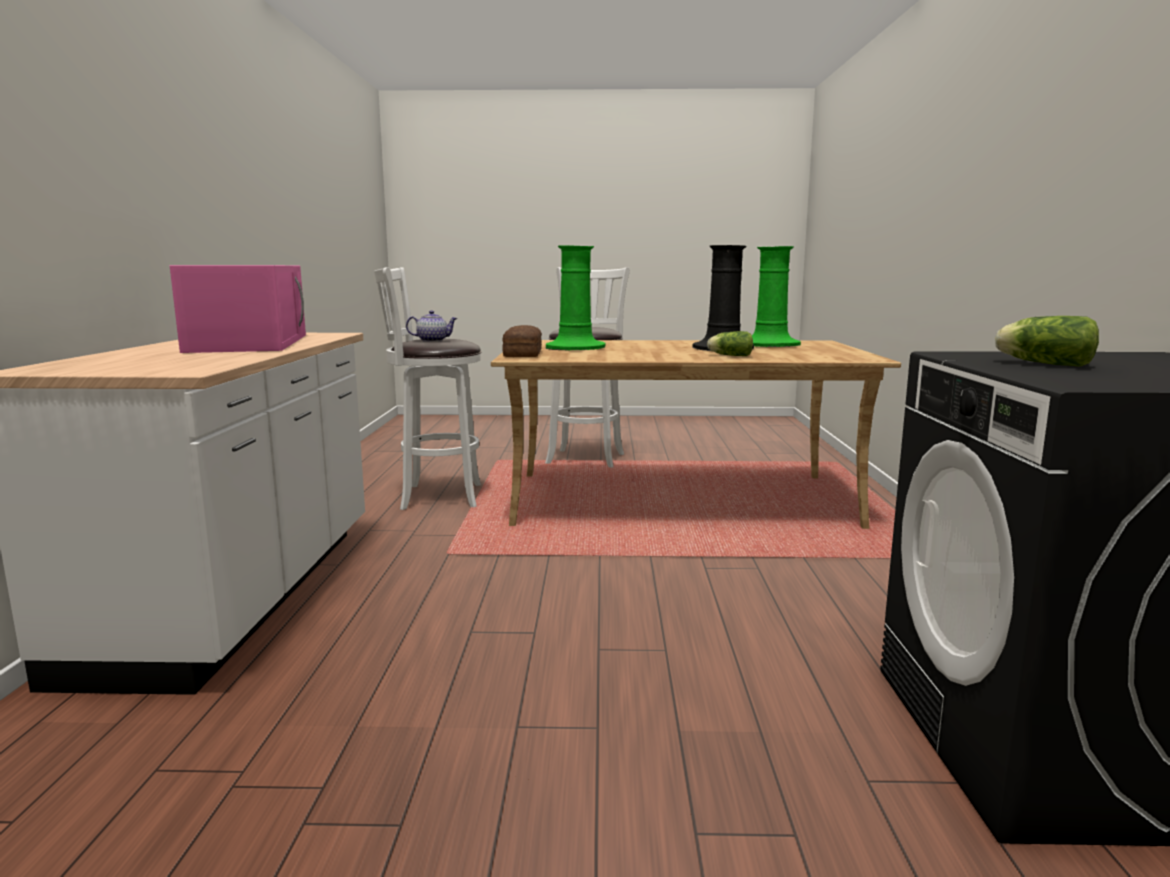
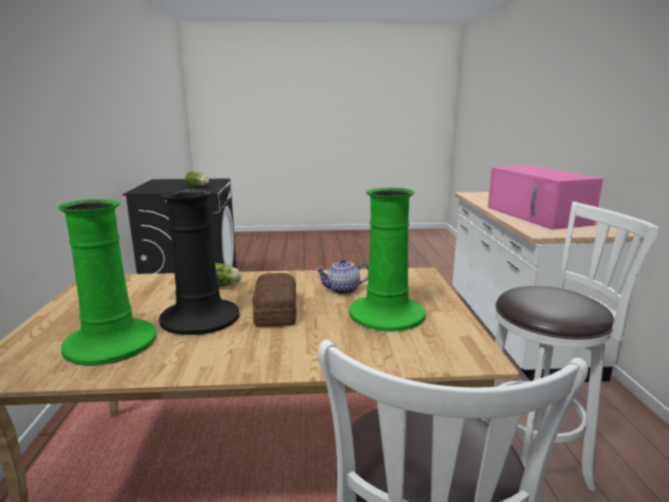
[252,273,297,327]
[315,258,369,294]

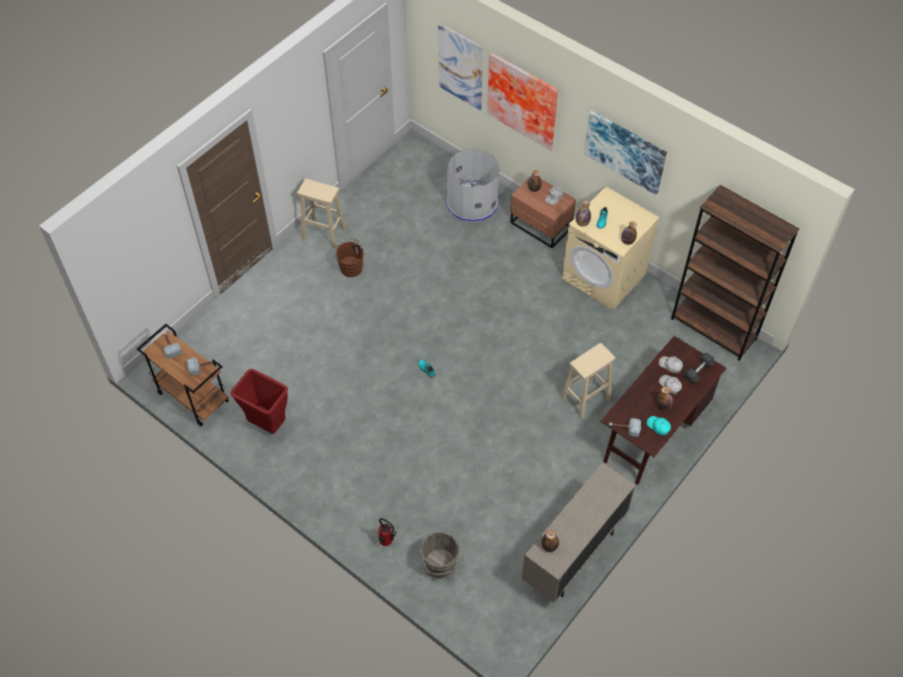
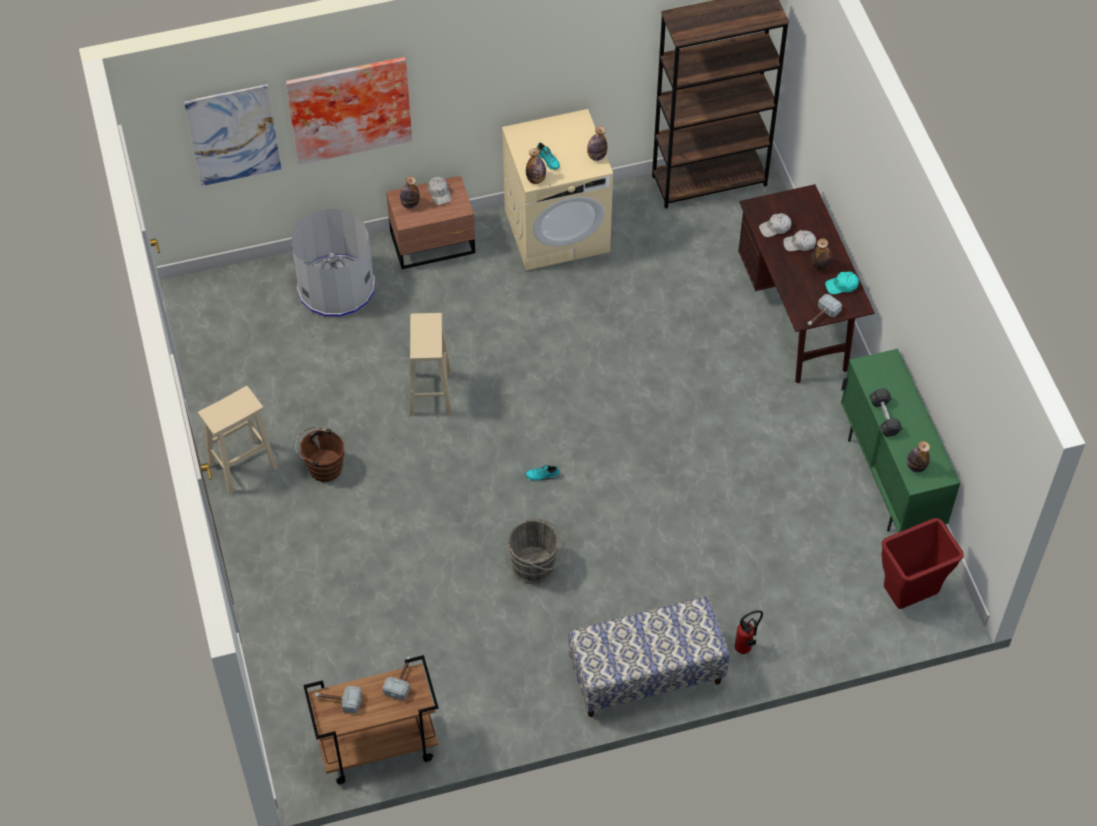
[409,313,452,416]
[507,518,564,583]
[568,597,730,717]
[841,349,960,533]
[869,388,903,437]
[882,518,964,609]
[584,110,667,195] (first image)

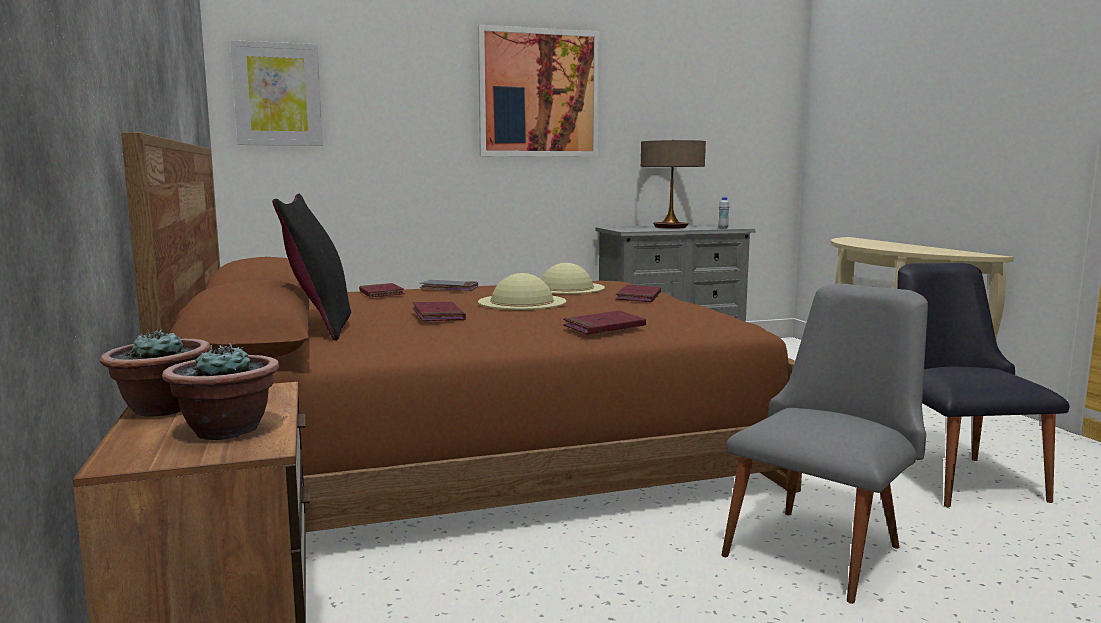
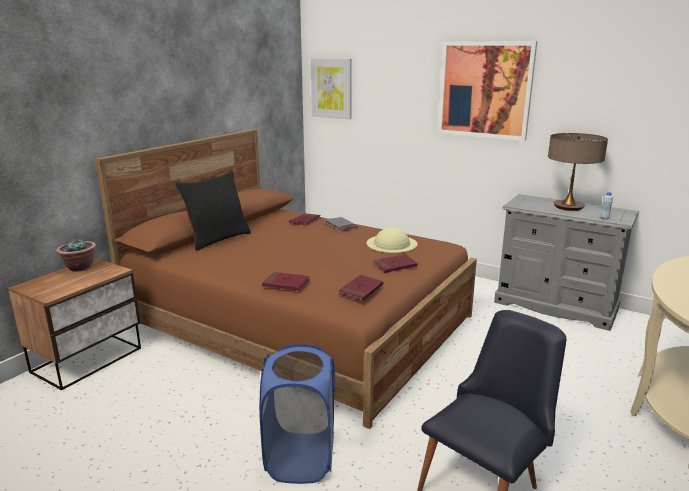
[259,344,335,484]
[339,275,383,301]
[162,343,279,440] (first image)
[478,273,566,310] (first image)

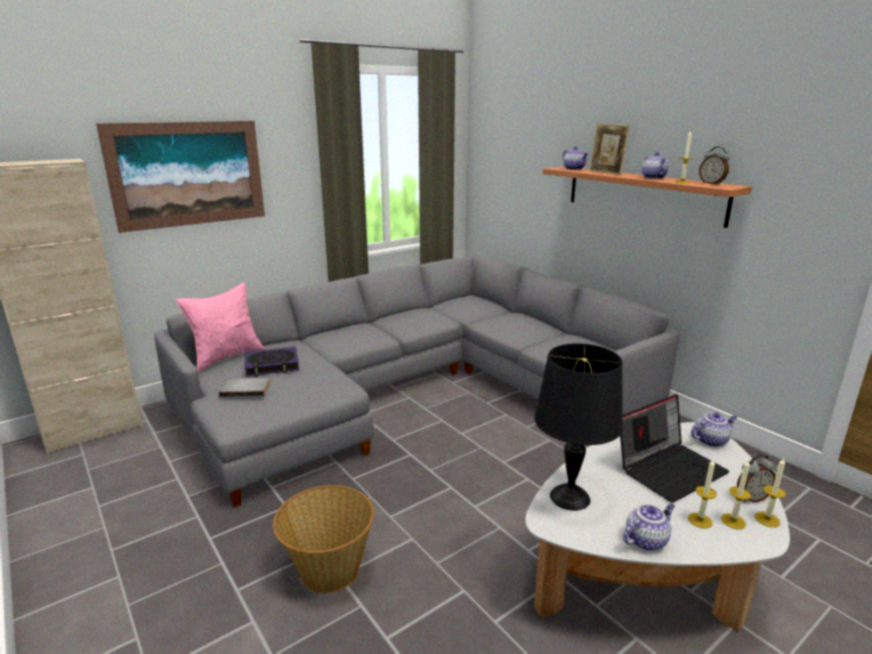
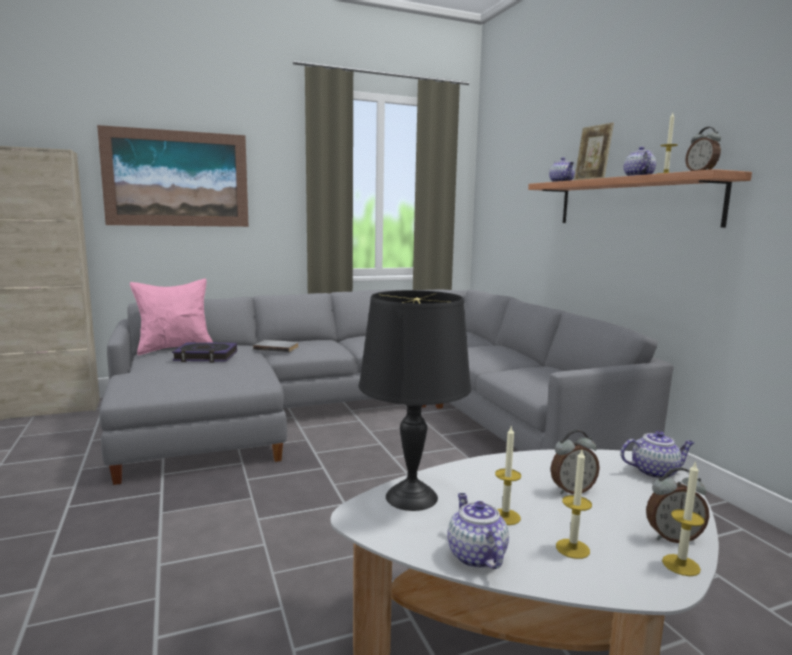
[253,340,299,352]
[447,493,509,569]
[495,425,521,525]
[551,430,600,494]
[273,485,374,593] (first image)

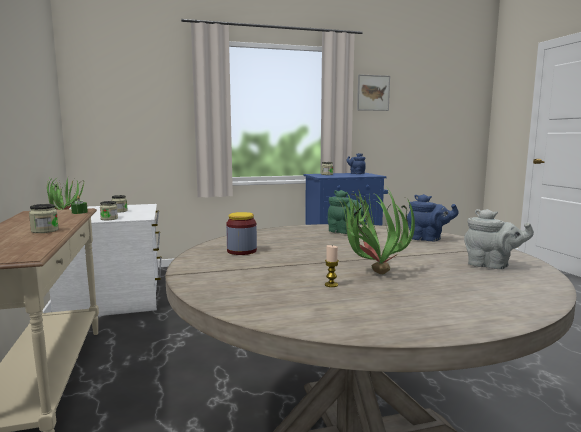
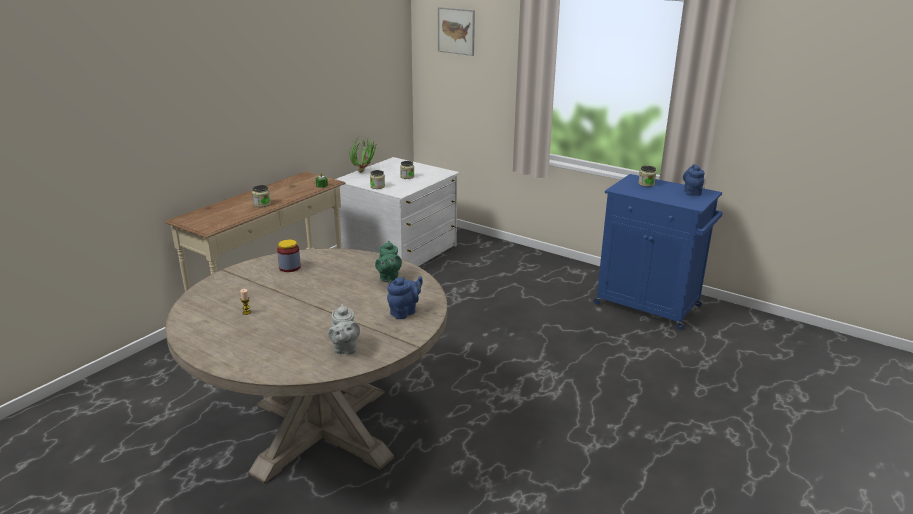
[387,276,422,319]
[438,7,475,56]
[338,187,415,274] (first image)

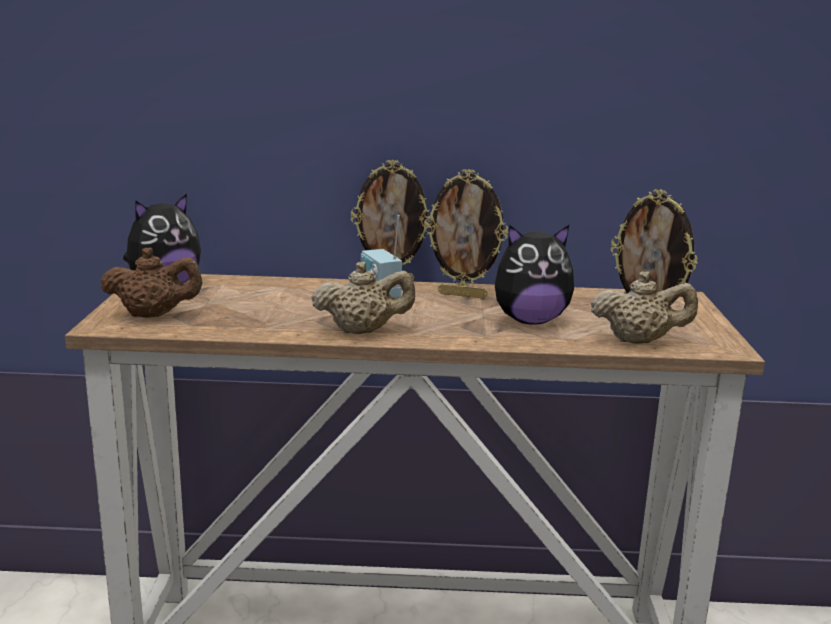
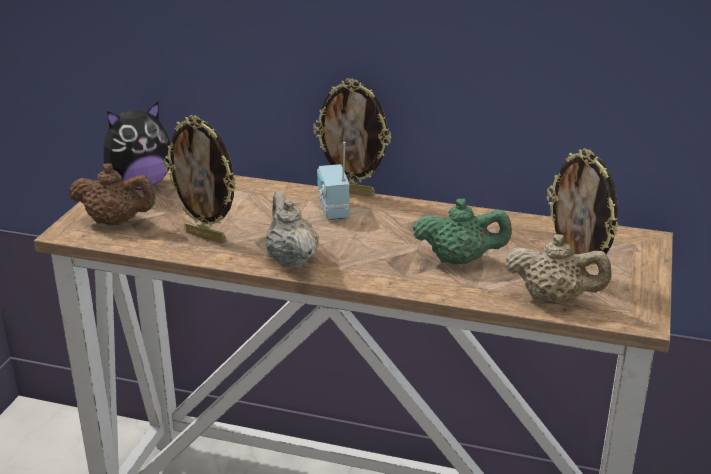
[163,115,237,243]
[265,191,319,268]
[413,199,512,264]

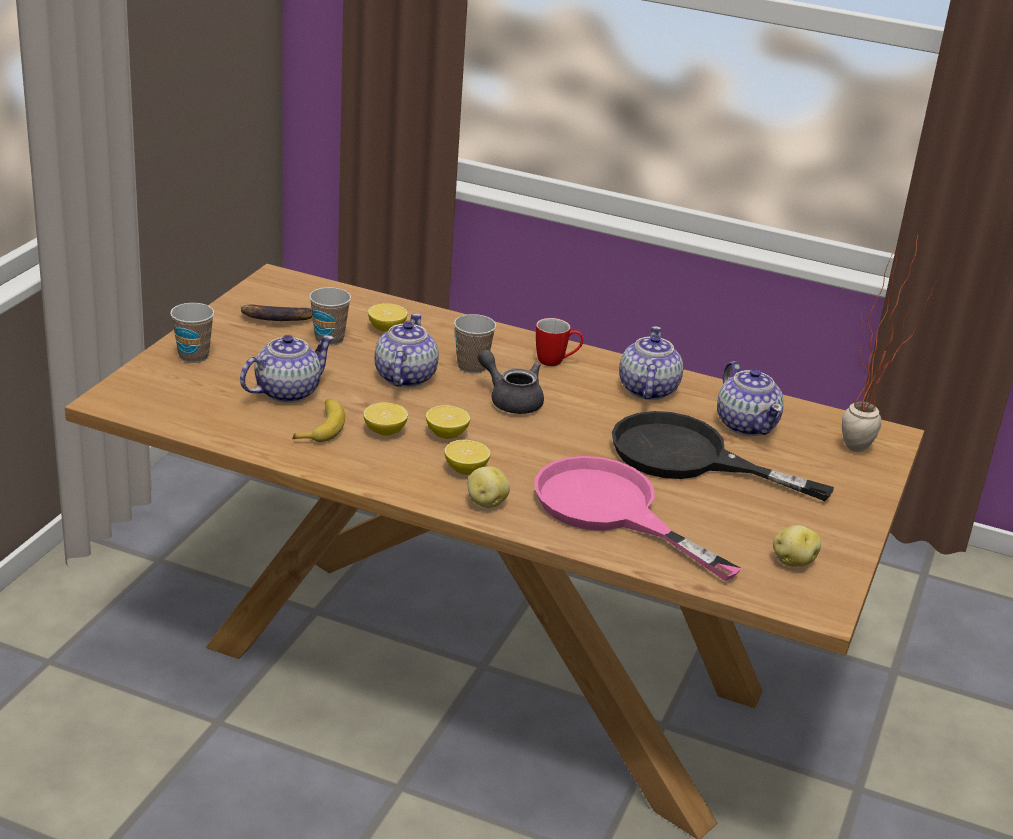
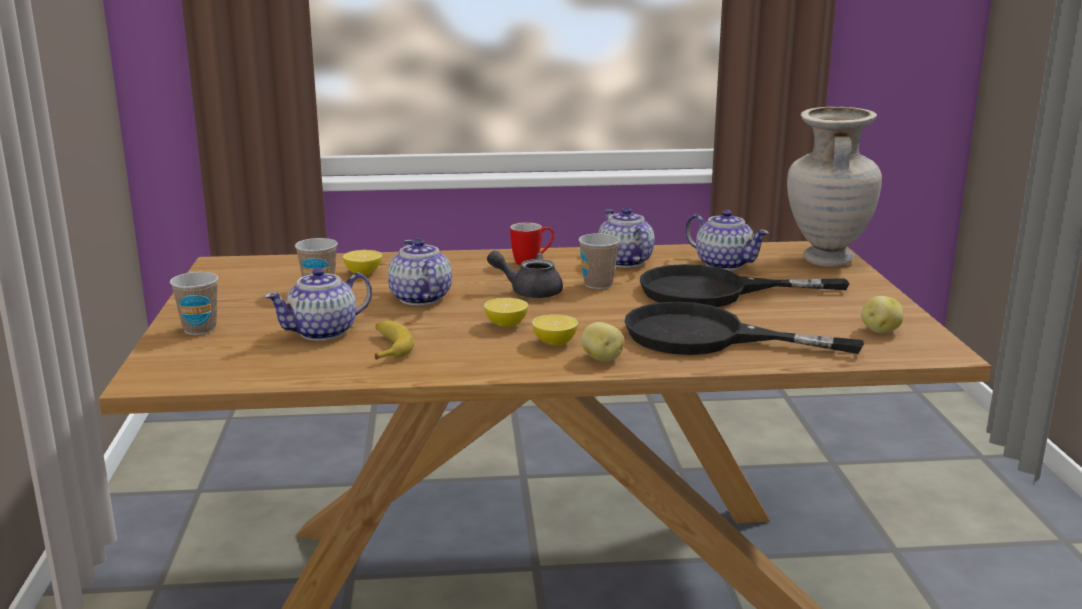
[264,268,372,341]
[579,233,620,289]
[625,302,864,355]
[787,107,882,267]
[241,305,312,321] (first image)
[363,402,408,436] (first image)

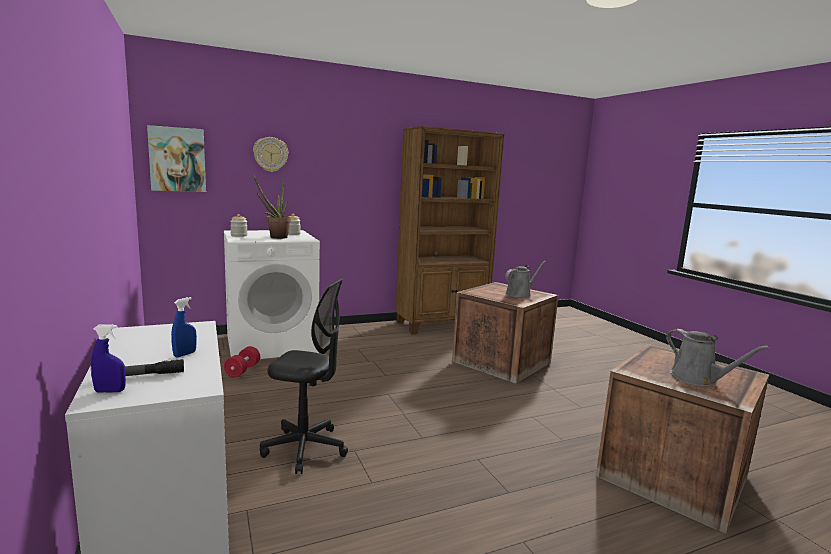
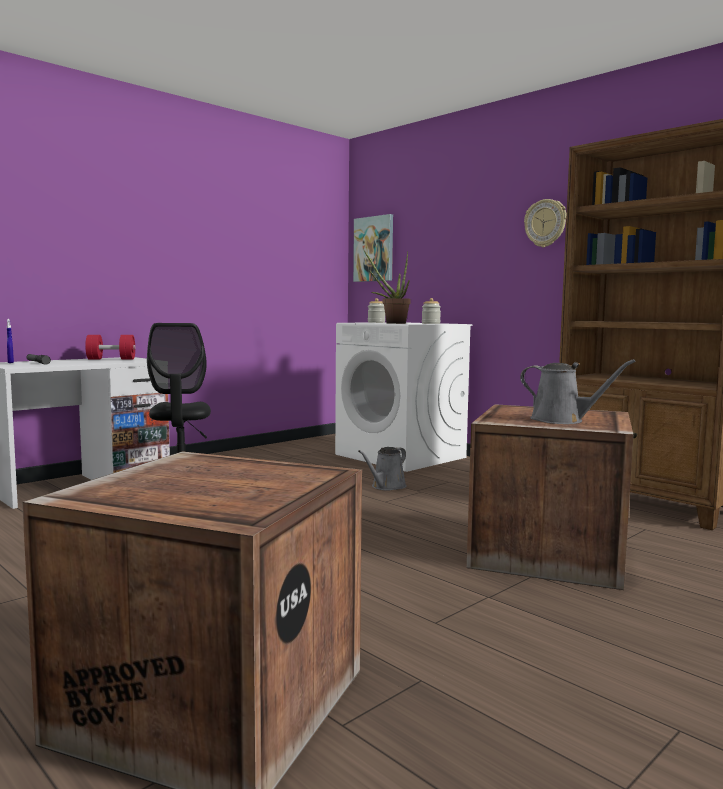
[85,335,136,360]
[358,447,407,490]
[524,199,566,247]
[171,297,197,357] (first image)

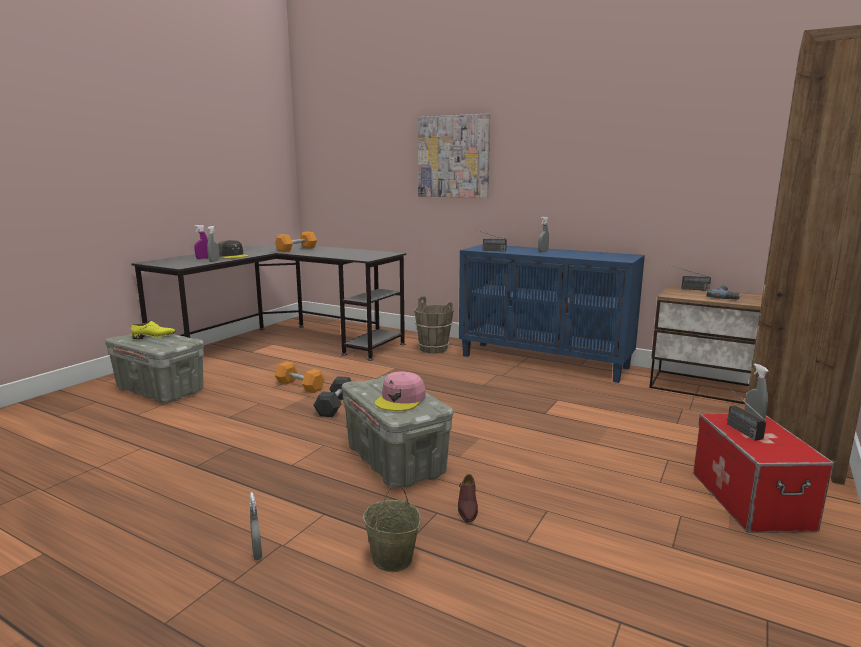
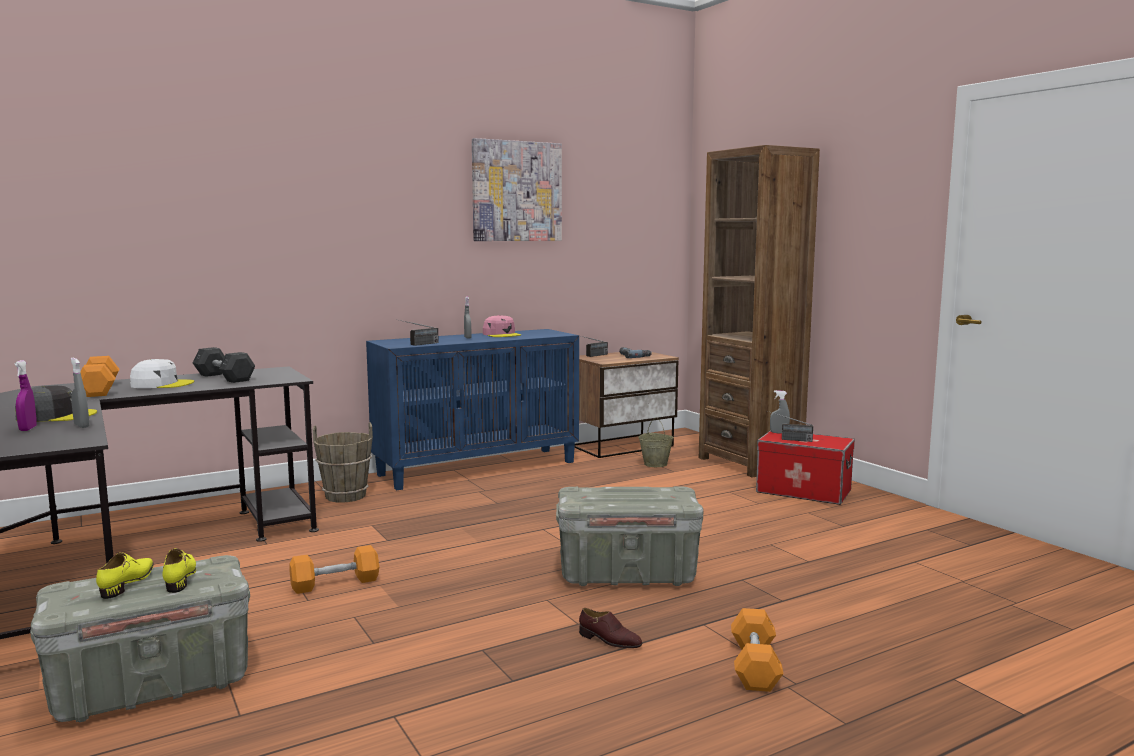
[130,359,194,388]
[163,548,196,593]
[193,347,255,383]
[472,138,562,241]
[483,315,521,337]
[579,608,642,648]
[638,417,674,467]
[731,608,784,692]

